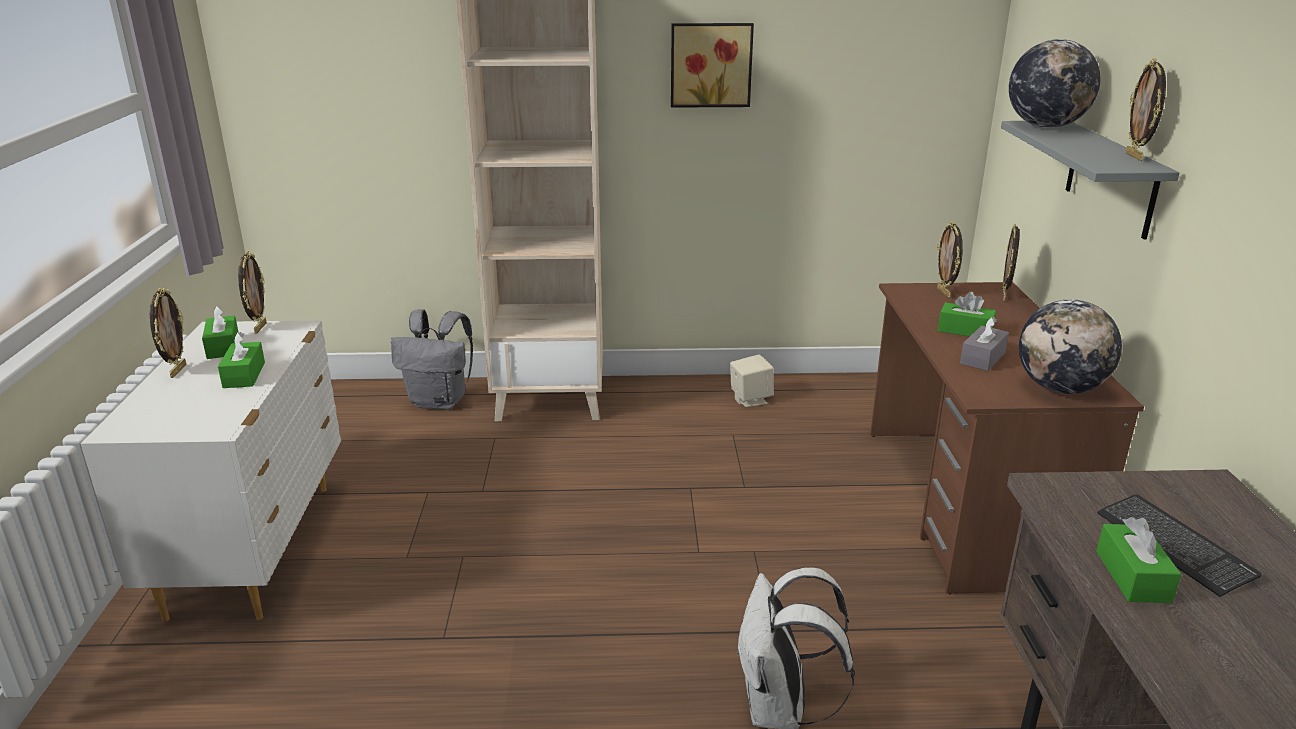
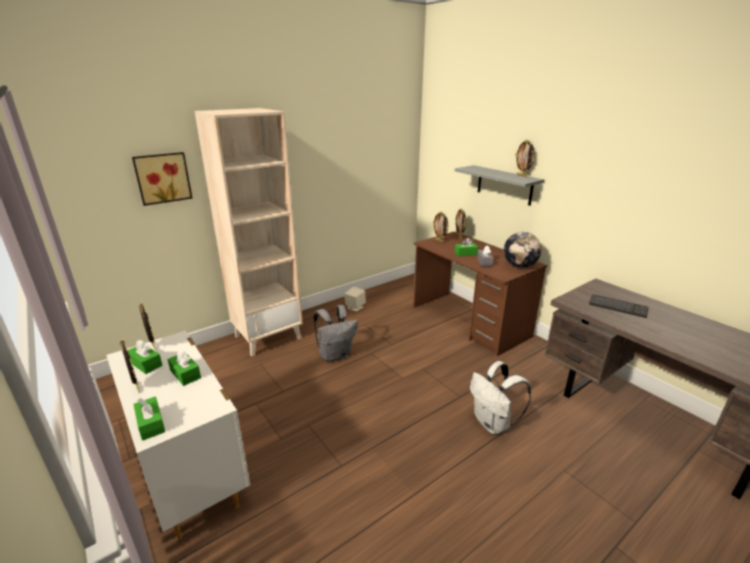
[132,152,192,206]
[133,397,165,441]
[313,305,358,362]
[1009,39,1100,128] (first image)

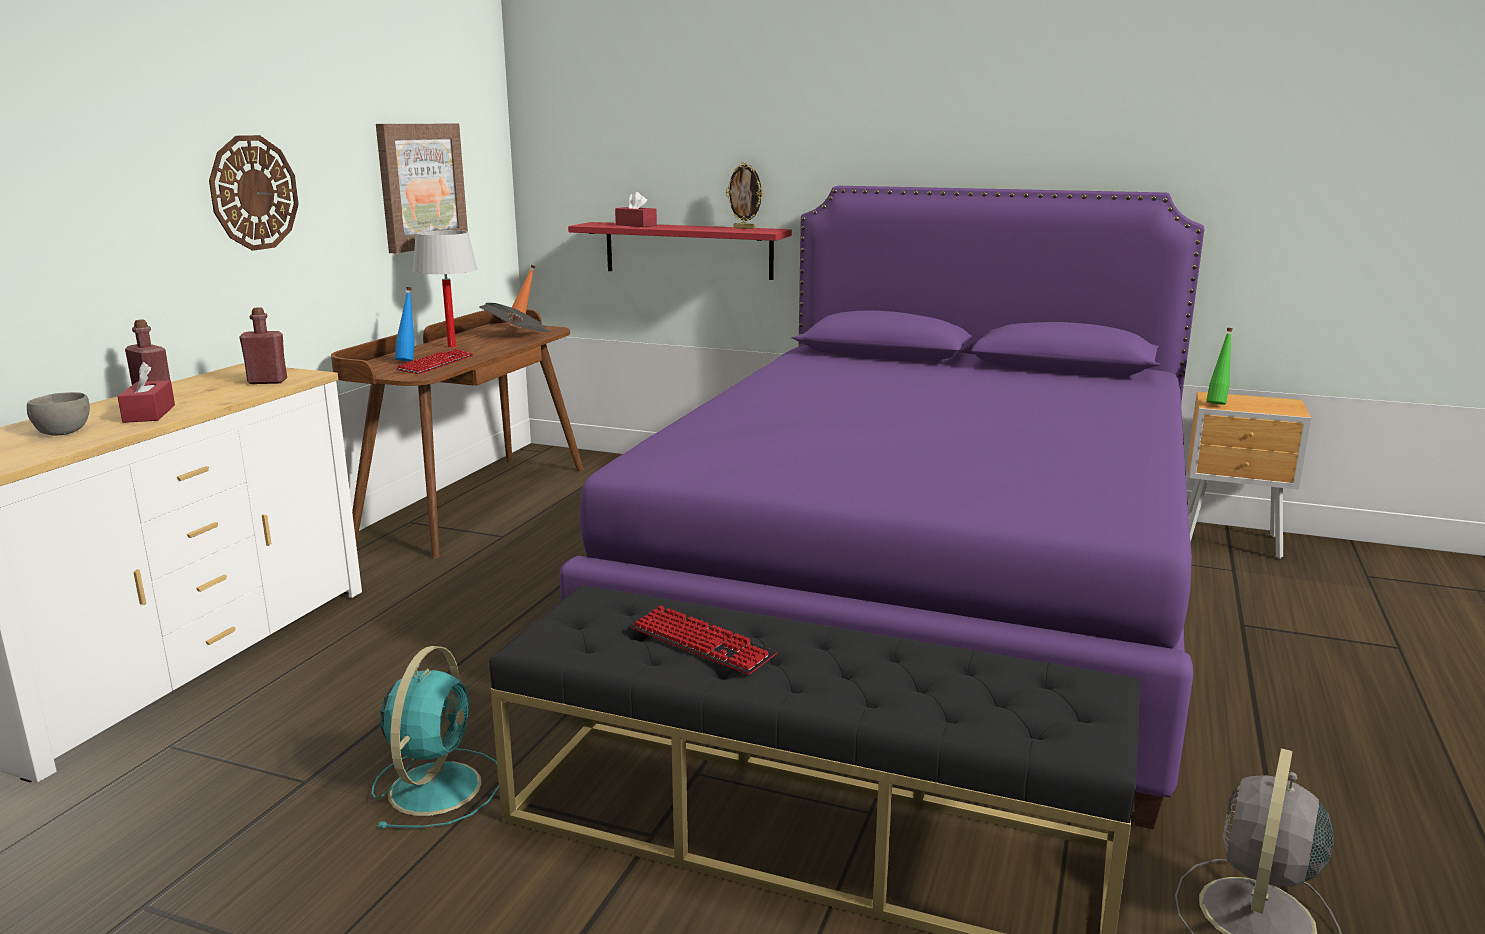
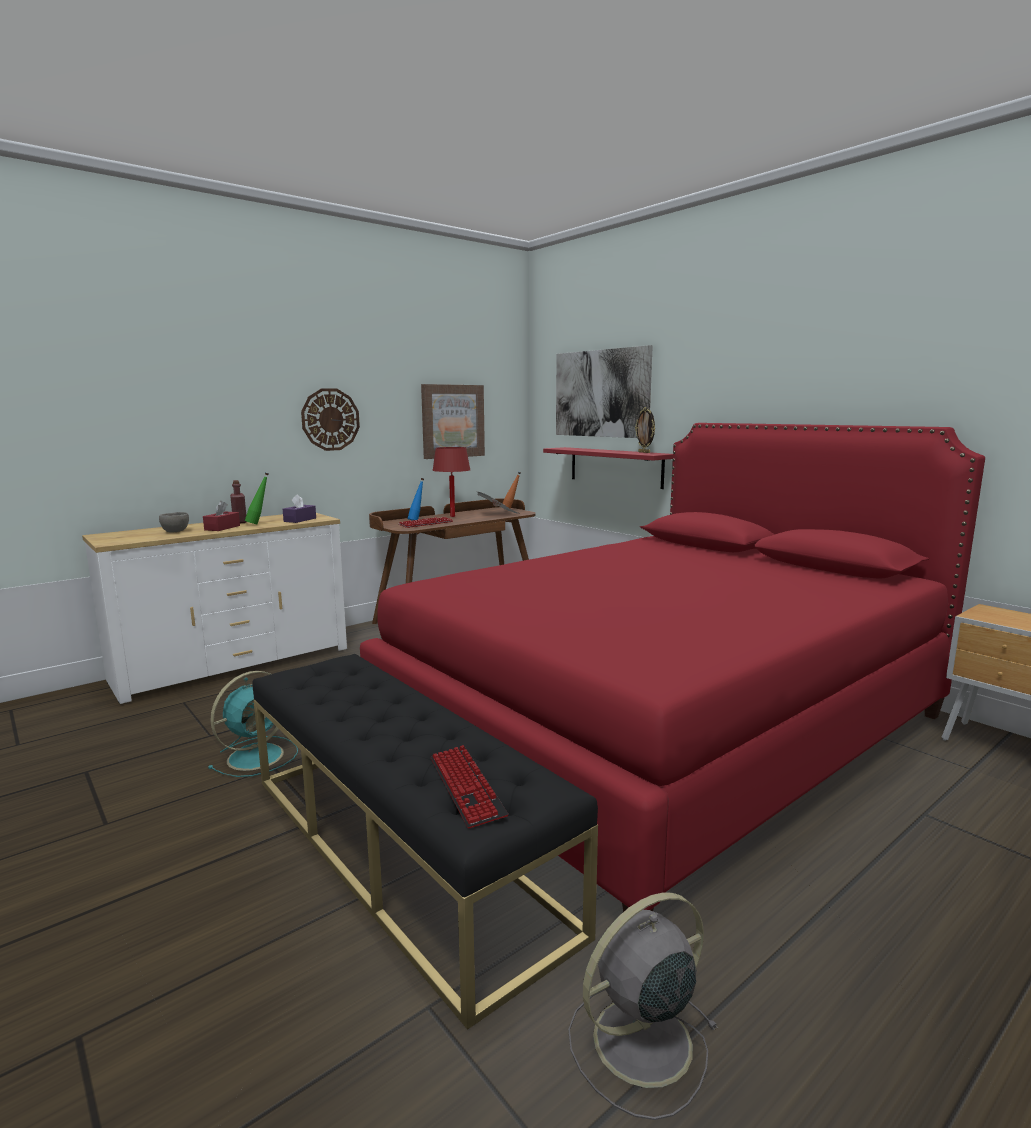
[245,473,268,524]
[283,494,316,523]
[360,423,985,912]
[430,745,508,828]
[432,447,470,517]
[556,345,653,438]
[615,192,657,227] (first image)

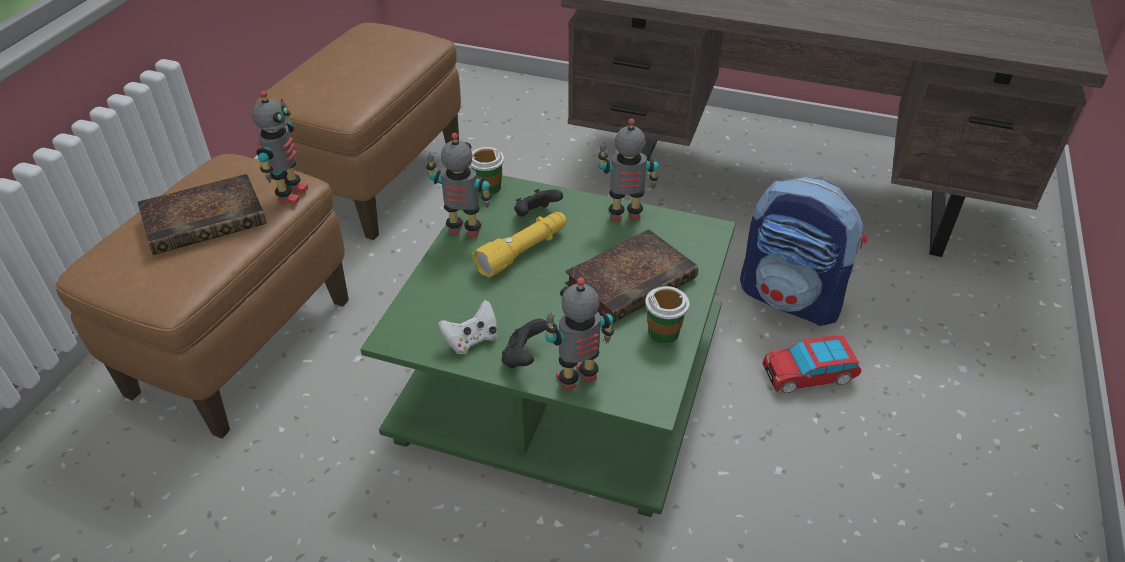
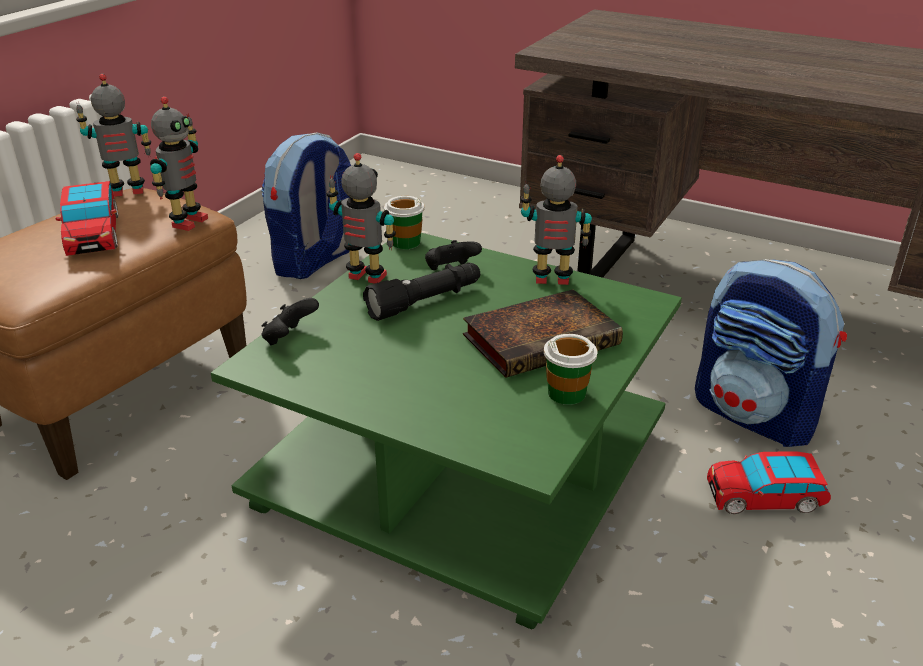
[56,181,119,256]
[76,74,151,197]
[261,132,351,279]
[262,298,319,345]
[363,263,480,321]
[438,300,498,354] (first image)

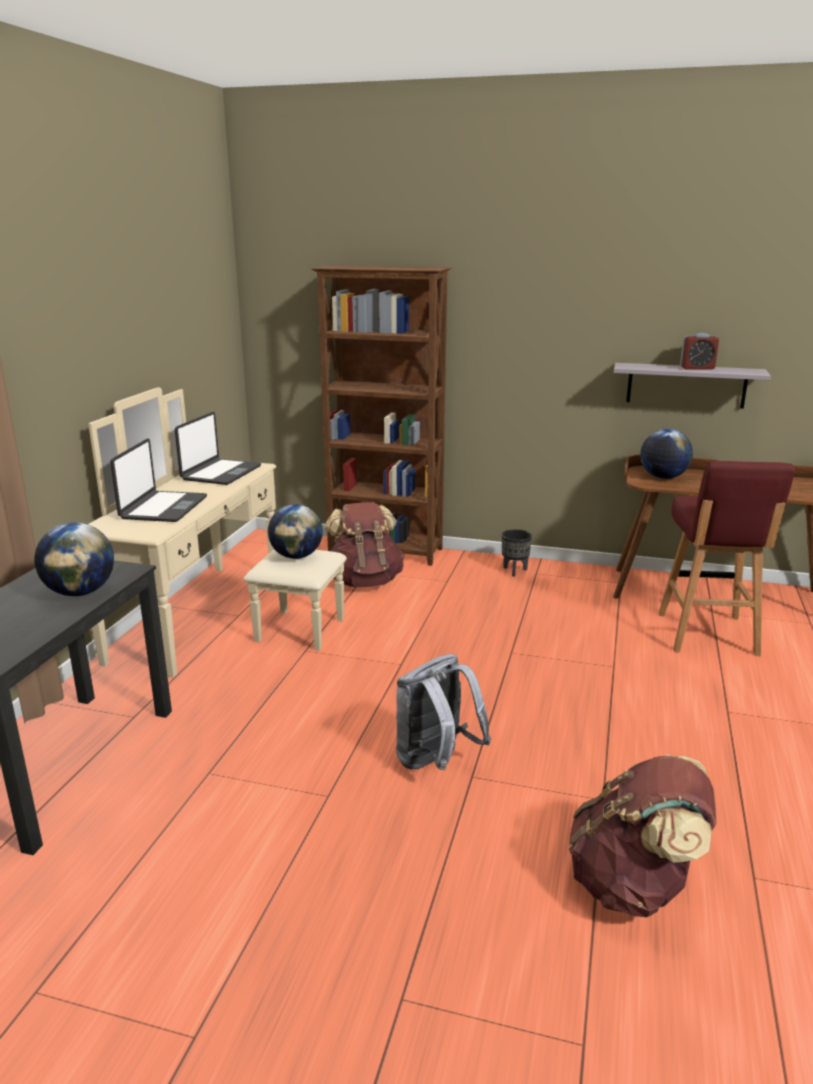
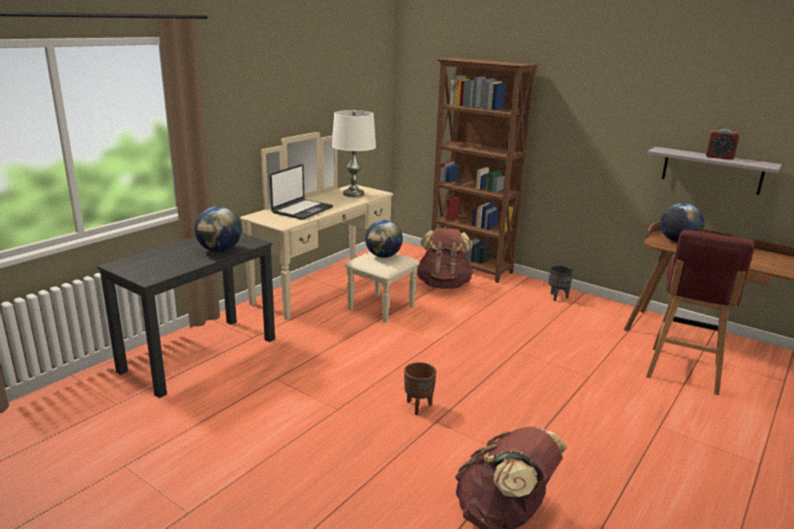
[332,110,376,197]
[404,362,436,415]

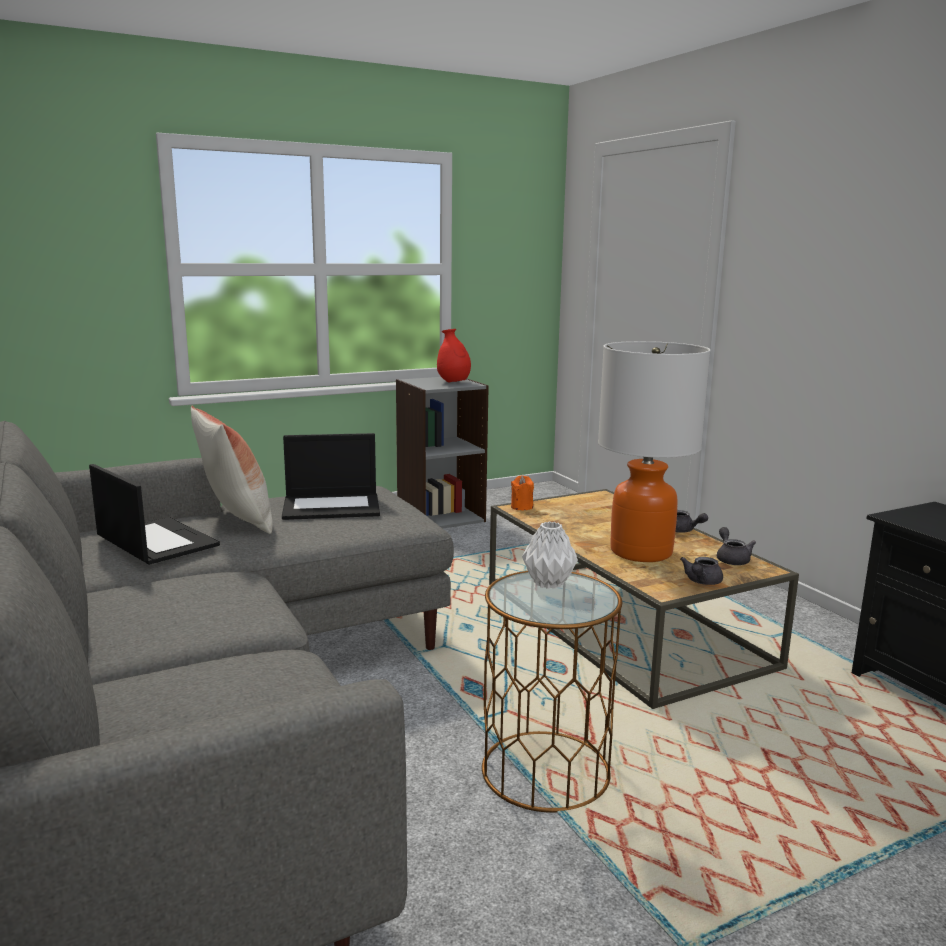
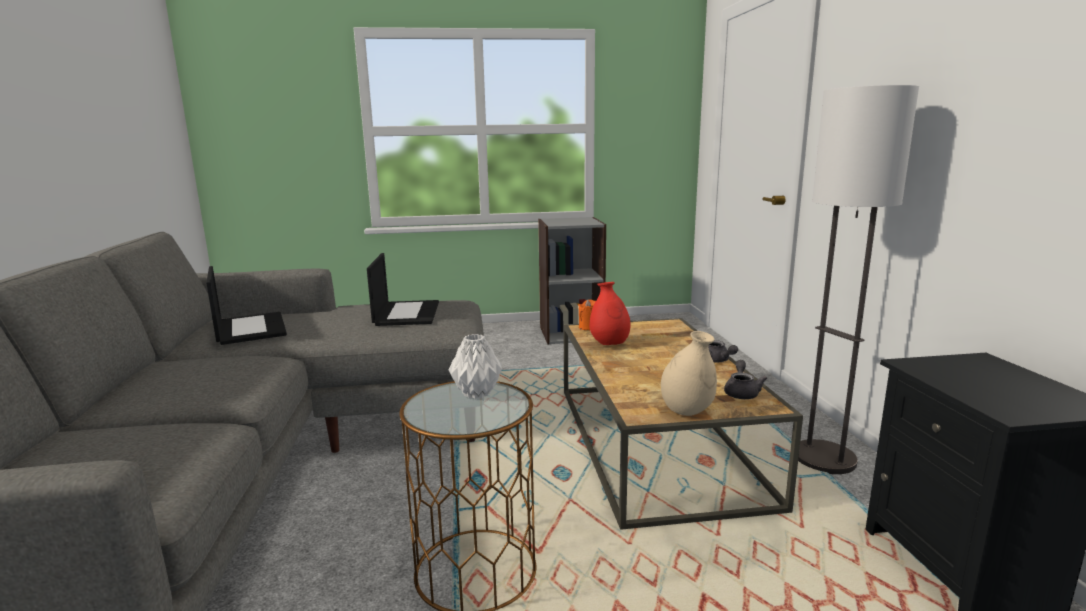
[367,253,439,326]
[589,282,631,345]
[661,331,717,416]
[798,85,919,474]
[191,406,273,534] (first image)
[598,341,711,562] (first image)

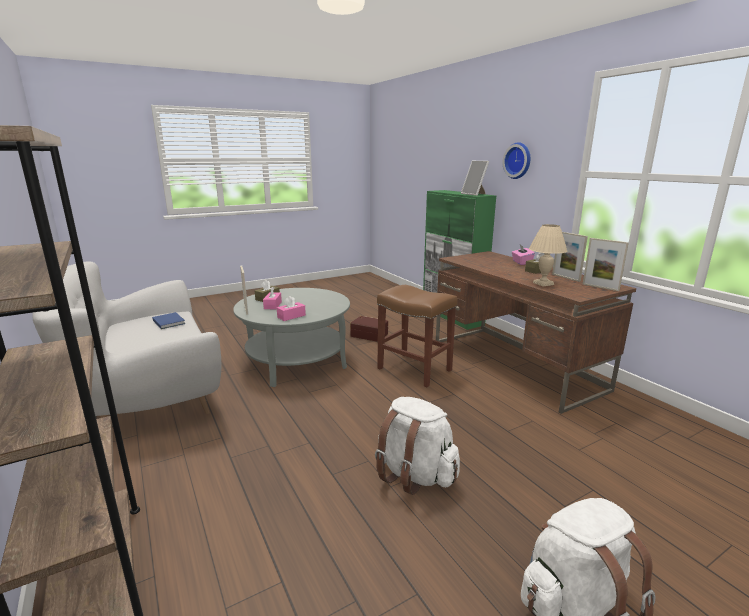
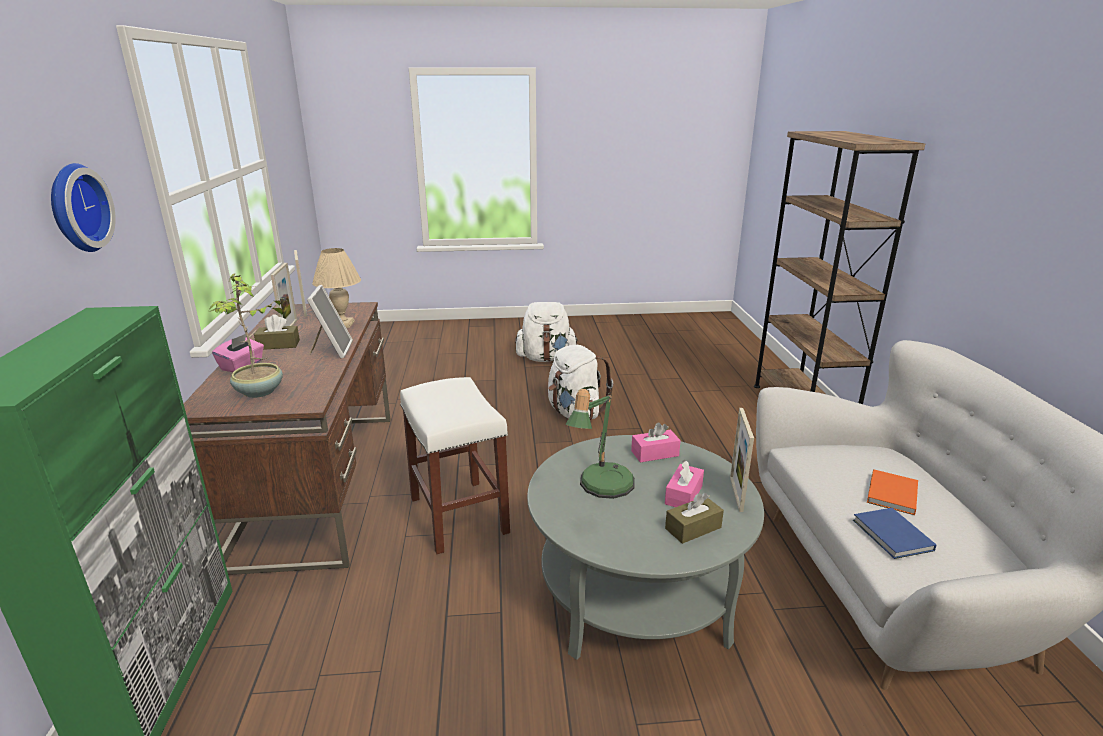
[209,274,285,398]
[307,285,353,359]
[400,377,510,554]
[565,389,635,499]
[867,469,918,515]
[350,316,388,342] (first image)

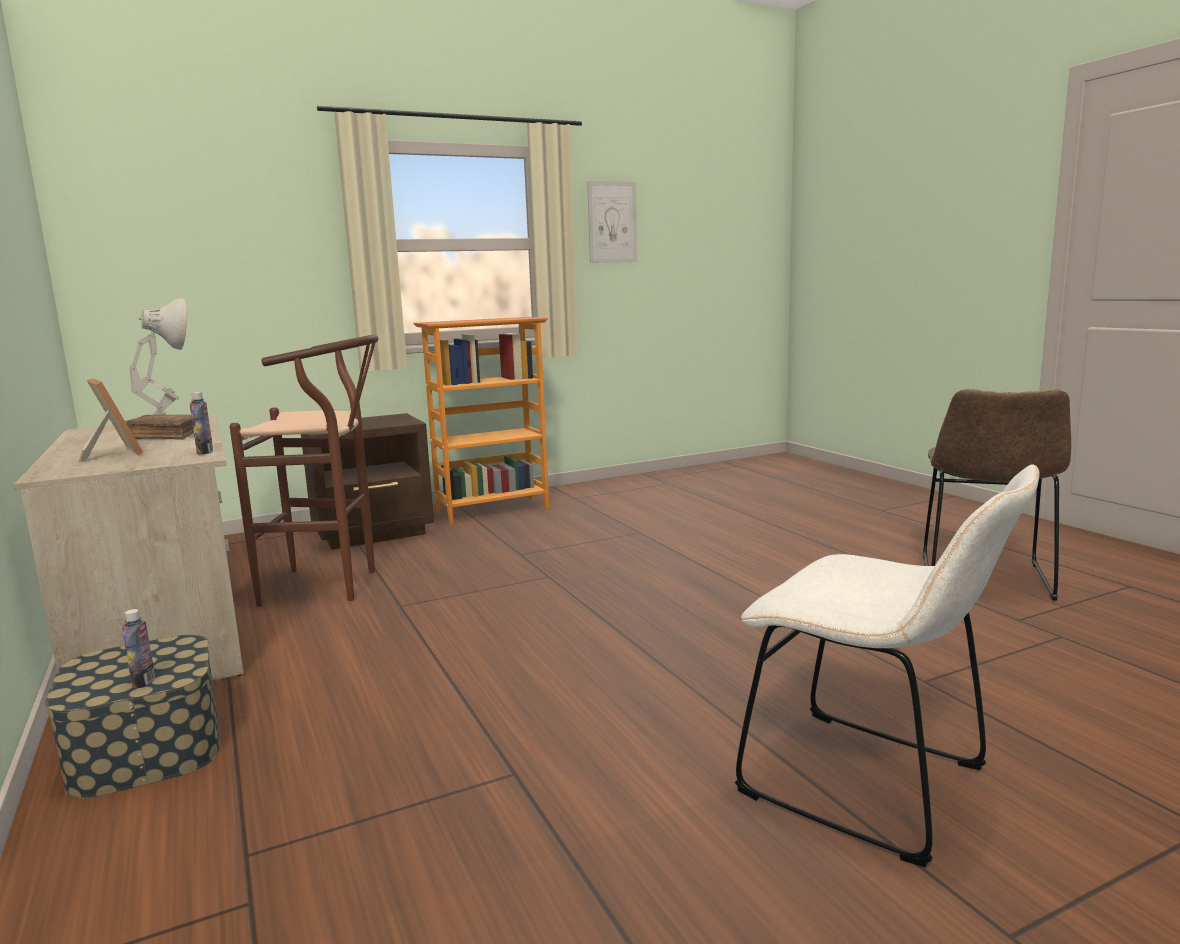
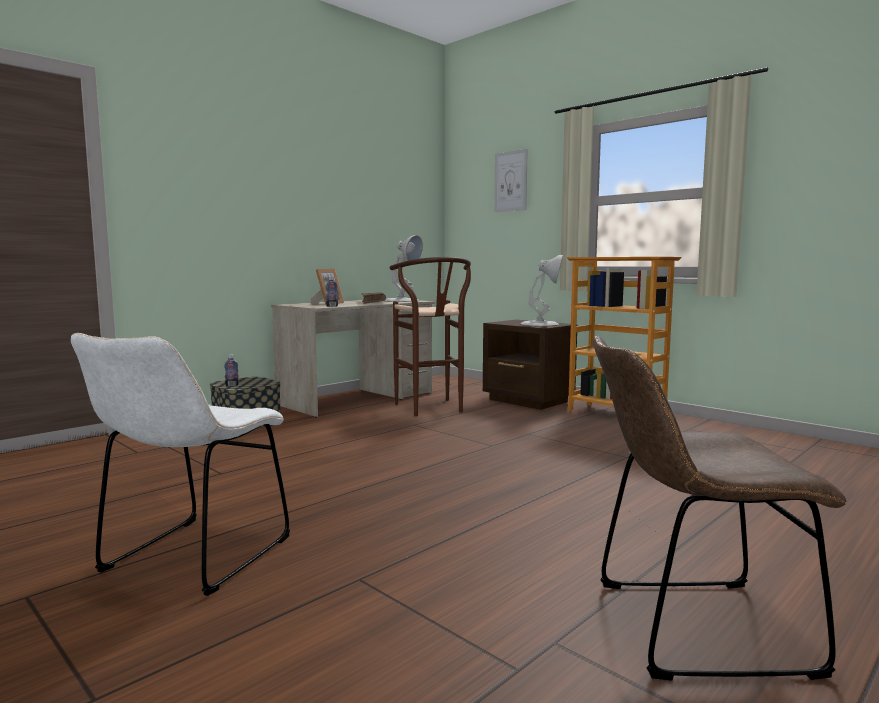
[494,149,528,212]
[520,255,563,326]

